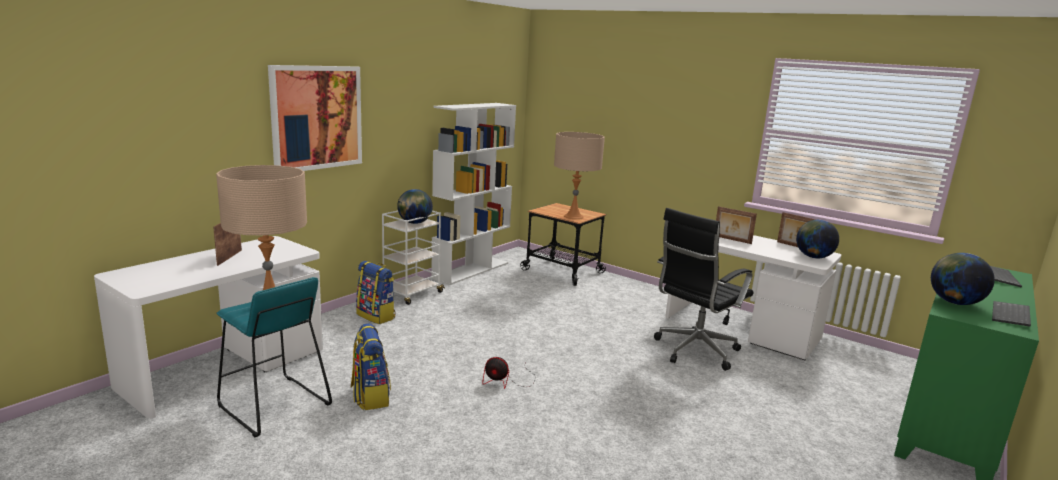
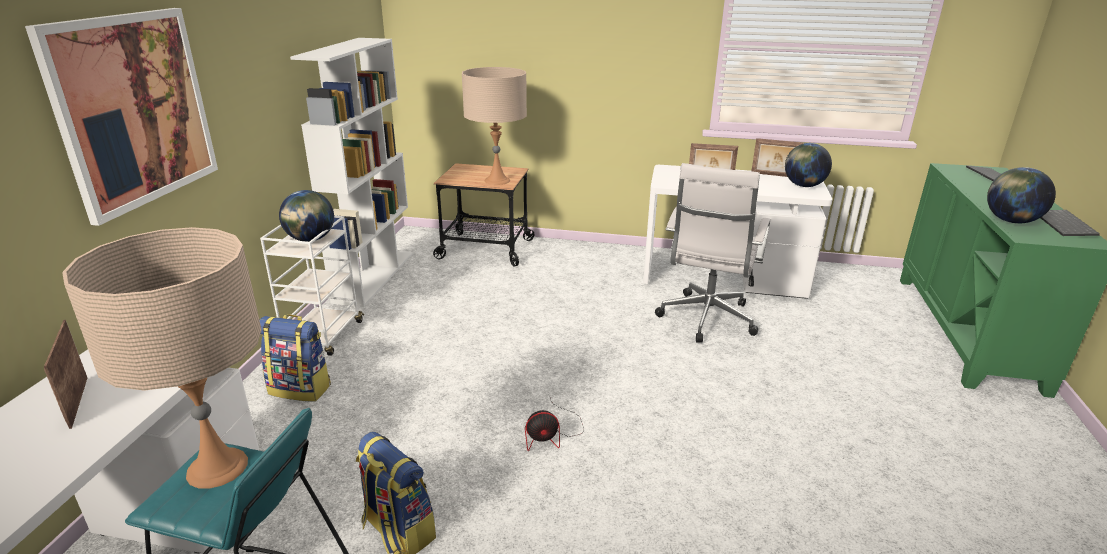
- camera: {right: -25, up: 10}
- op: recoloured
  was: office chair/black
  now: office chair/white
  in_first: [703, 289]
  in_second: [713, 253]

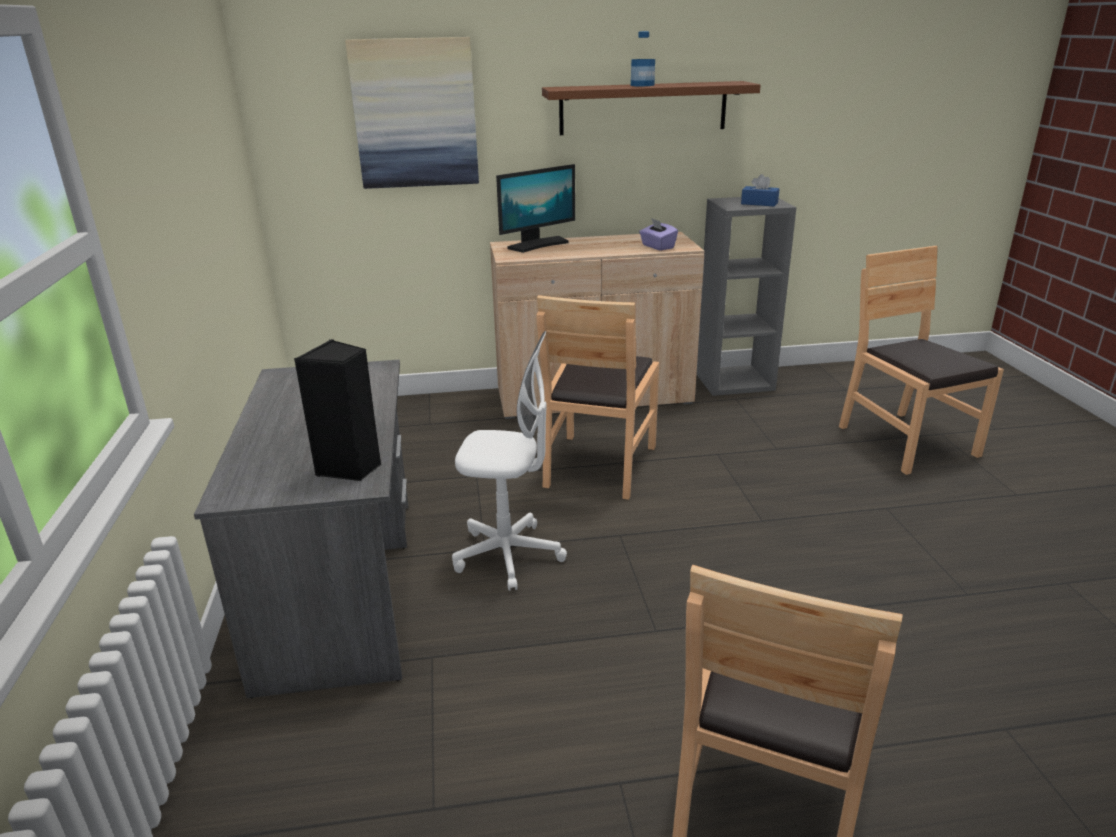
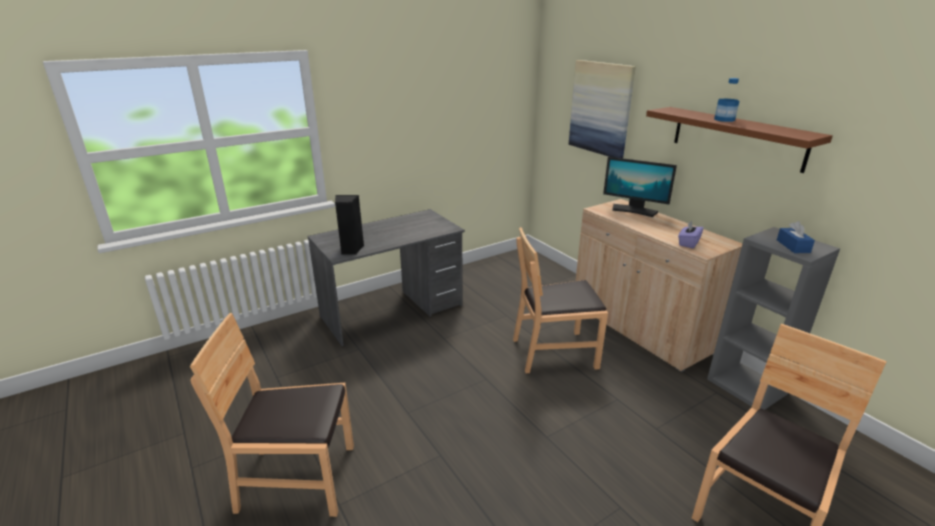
- camera: {right: 65, up: 0}
- op: removed
  was: office chair/white
  in_first: [509, 461]

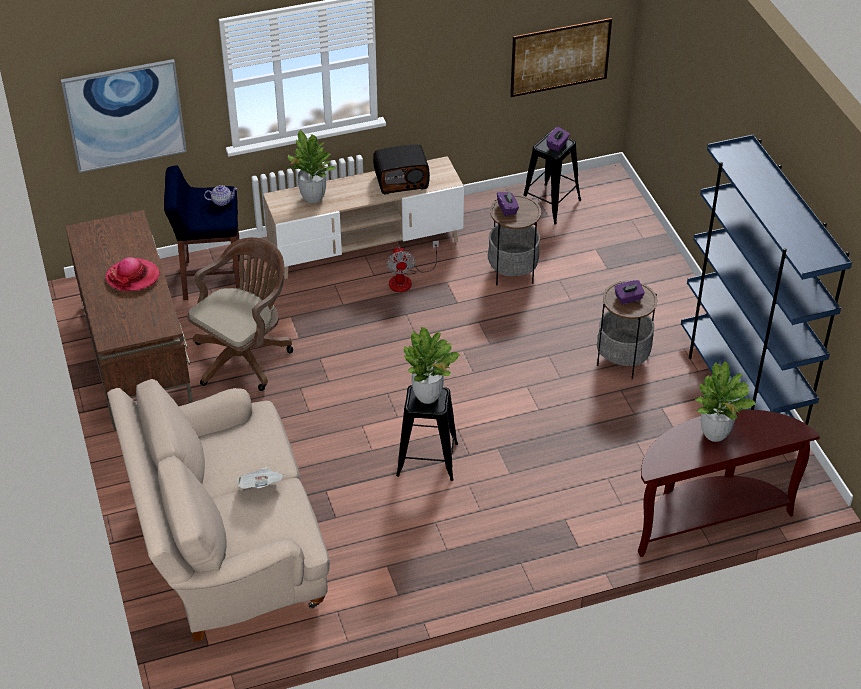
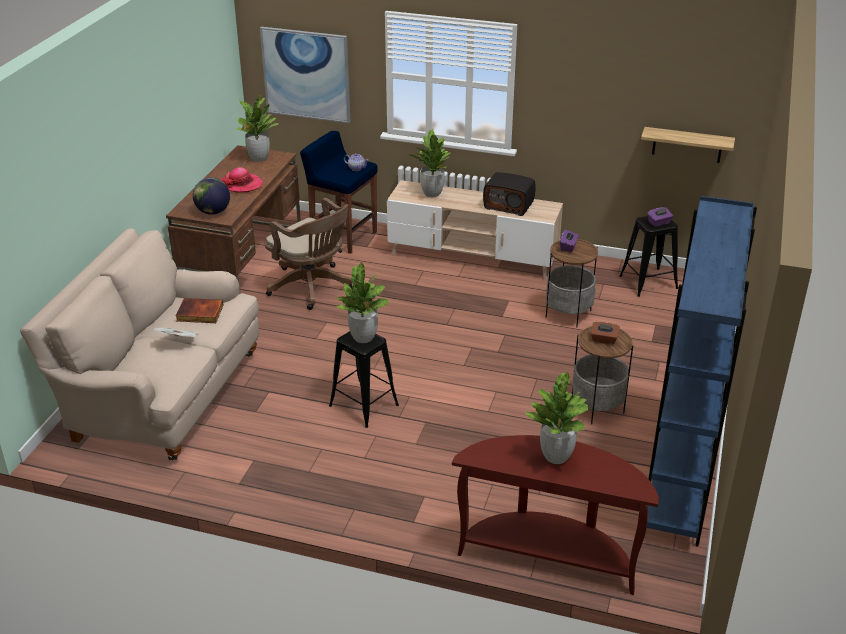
- camera: {right: 35, up: -10}
- op: added
  now: book
  in_second: [200, 310]
- op: added
  now: globe
  in_second: [211, 196]
- op: added
  now: potted plant
  in_second: [256, 128]
- op: turned
  was: office chair/brown
  in_first: [240, 314]
  in_second: [309, 254]
  clockwise: 60
- op: recoloured
  was: tissue box/purple
  now: tissue box/brown
  in_first: [629, 292]
  in_second: [605, 333]
- op: replaced
  was: picture
  now: shelf
  in_first: [561, 57]
  in_second: [688, 145]
- op: removed
  was: fan
  in_first: [412, 266]

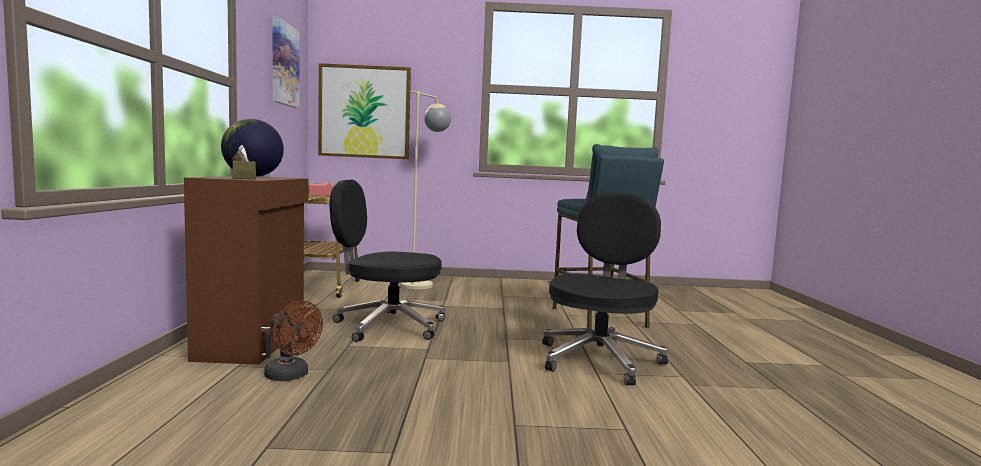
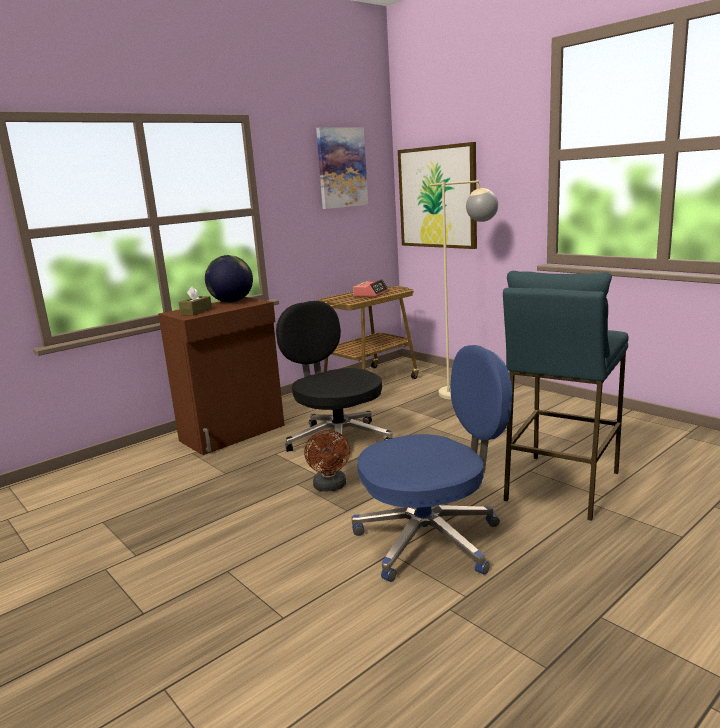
- camera: {right: 50, up: 10}
- op: moved
  was: fan/brown
  in_first: [293, 341]
  in_second: [327, 461]
- op: recoloured
  was: office chair/black
  now: office chair/blue
  in_first: [605, 288]
  in_second: [431, 463]

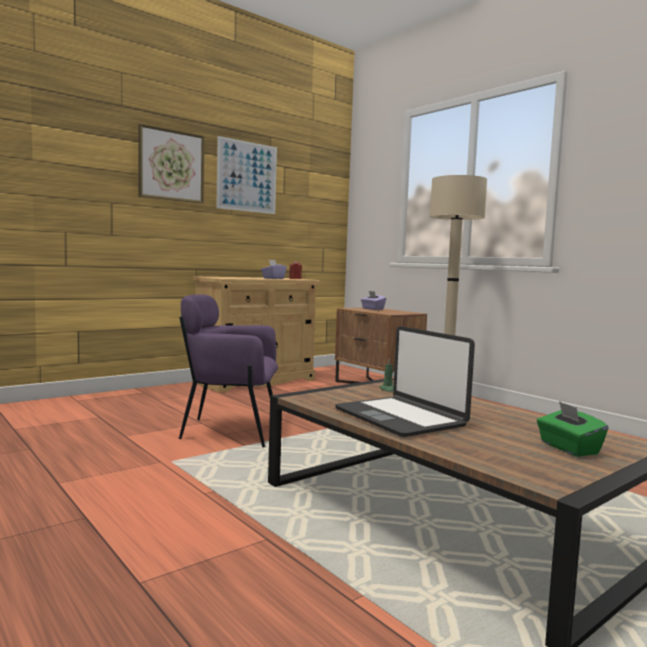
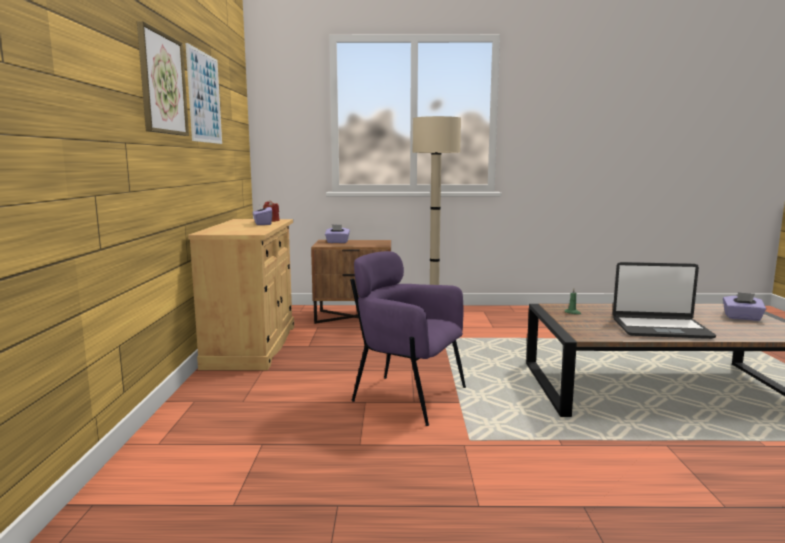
- camera: {right: -50, up: 5}
- op: turned
  was: armchair/purple
  in_first: [228, 370]
  in_second: [408, 338]
  clockwise: 75
- op: recoloured
  was: tissue box/green
  now: tissue box/purple
  in_first: [572, 429]
  in_second: [744, 306]

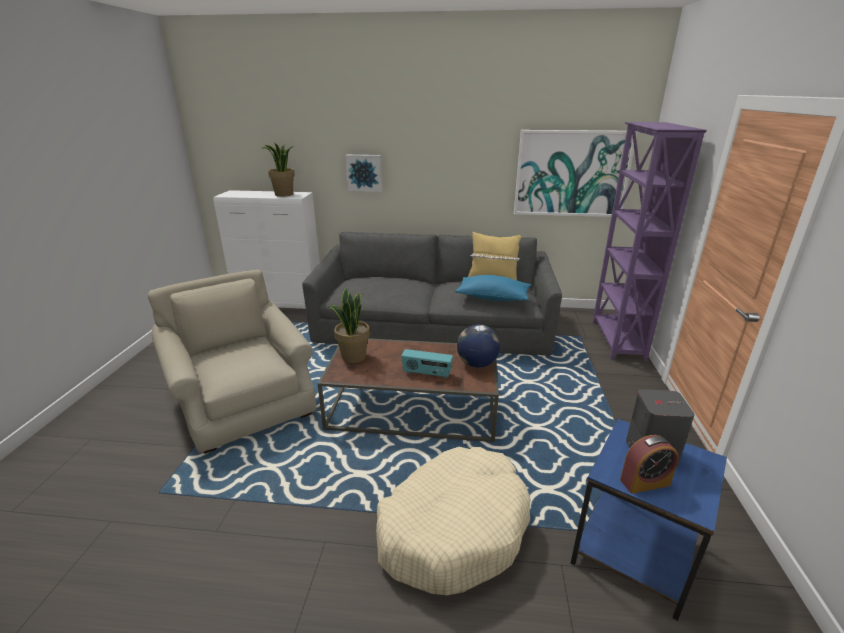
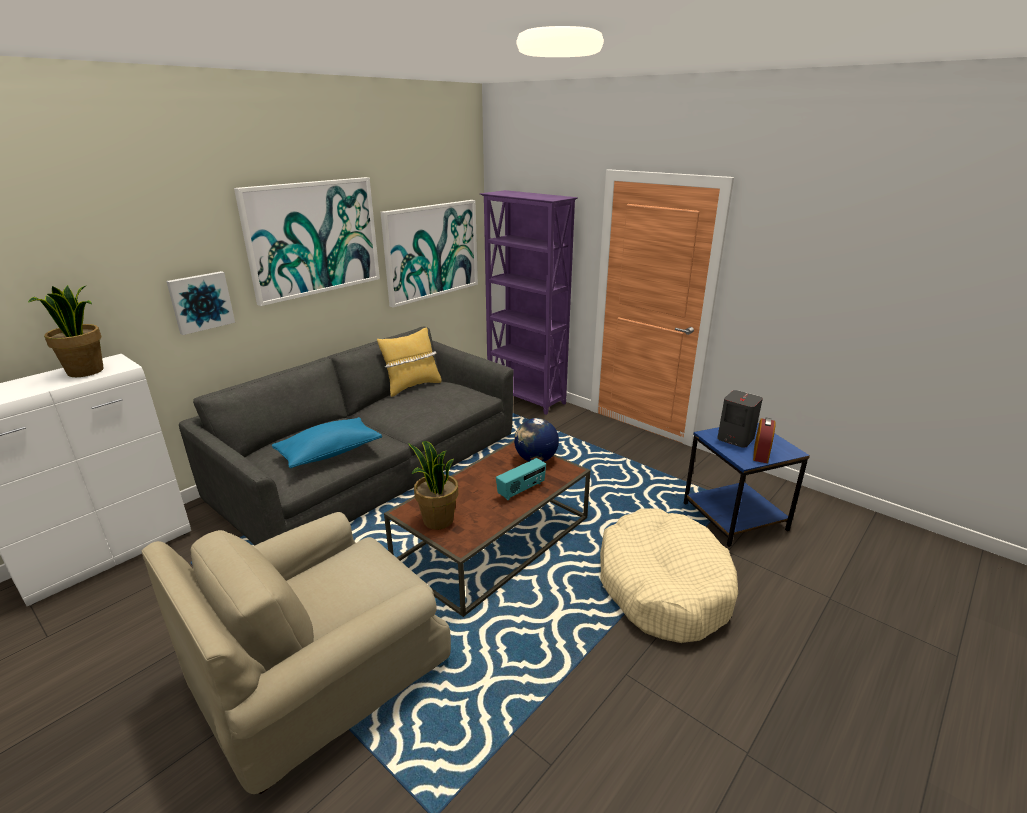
- camera: {right: -55, up: 0}
- op: turned
  was: armchair/beige
  in_first: [232, 362]
  in_second: [296, 653]
  clockwise: -45
- op: added
  now: picture
  in_second: [307, 241]
- op: moved
  was: pillow/blue
  in_first: [493, 288]
  in_second: [327, 442]

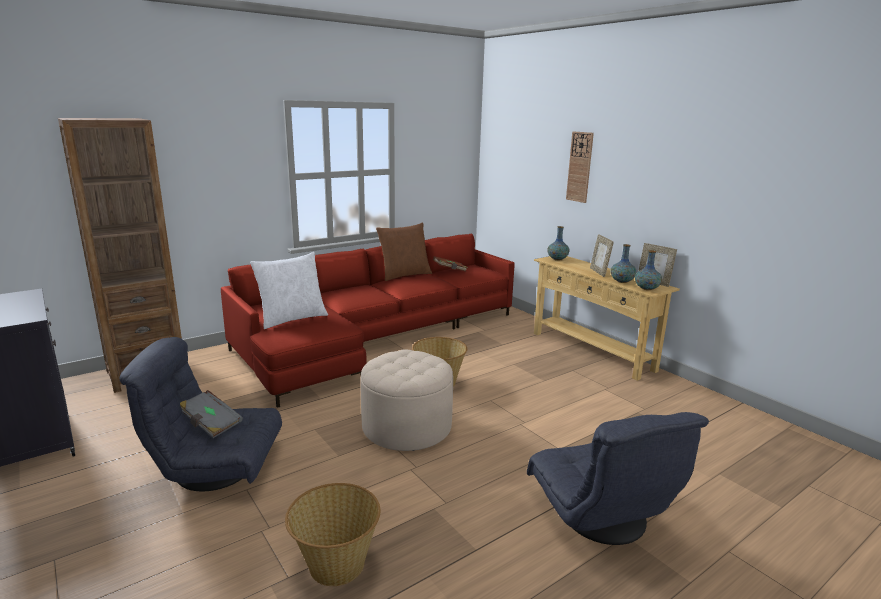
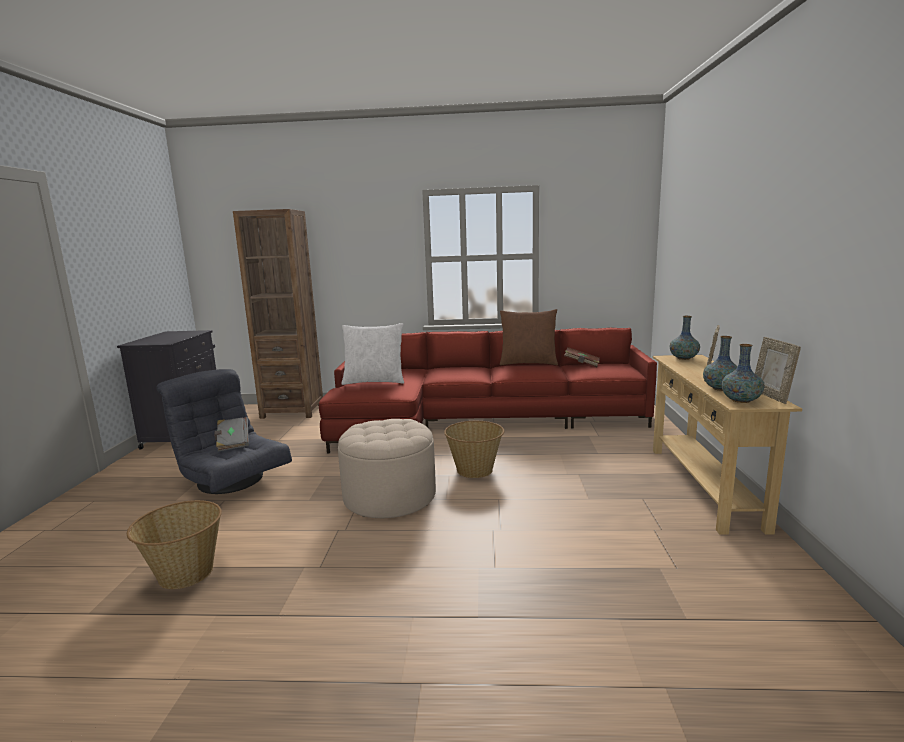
- camera: {right: 40, up: -5}
- op: removed
  was: armchair/grey
  in_first: [618, 478]
- op: removed
  was: wall clock
  in_first: [580, 167]

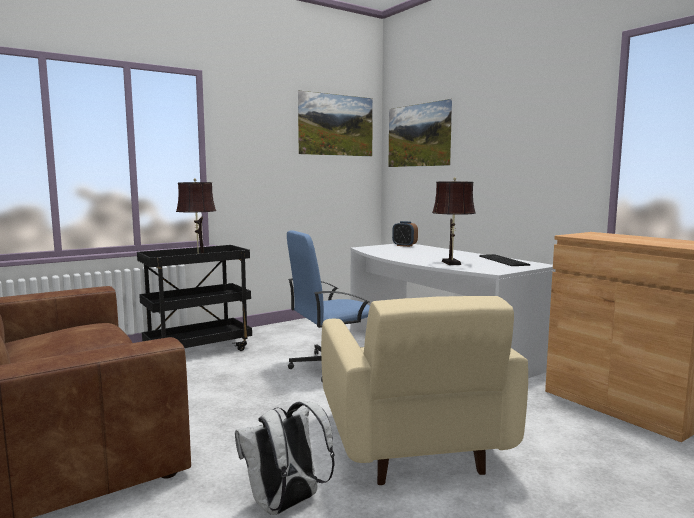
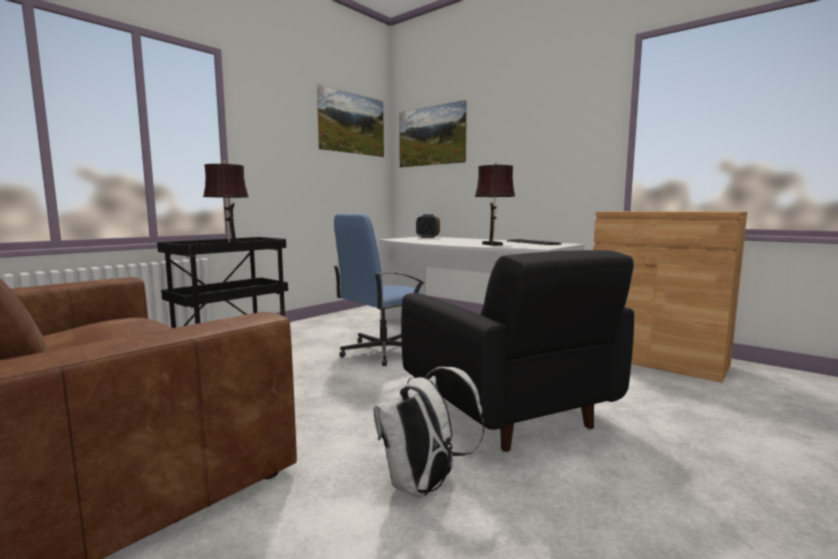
- camera: {right: -15, up: 0}
- op: recoloured
  was: armchair/beige
  now: armchair/black
  in_first: [424, 390]
  in_second: [517, 351]

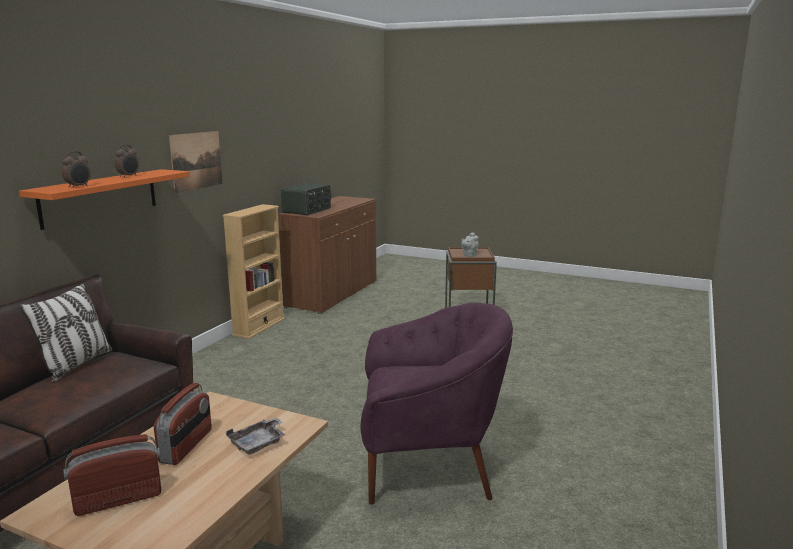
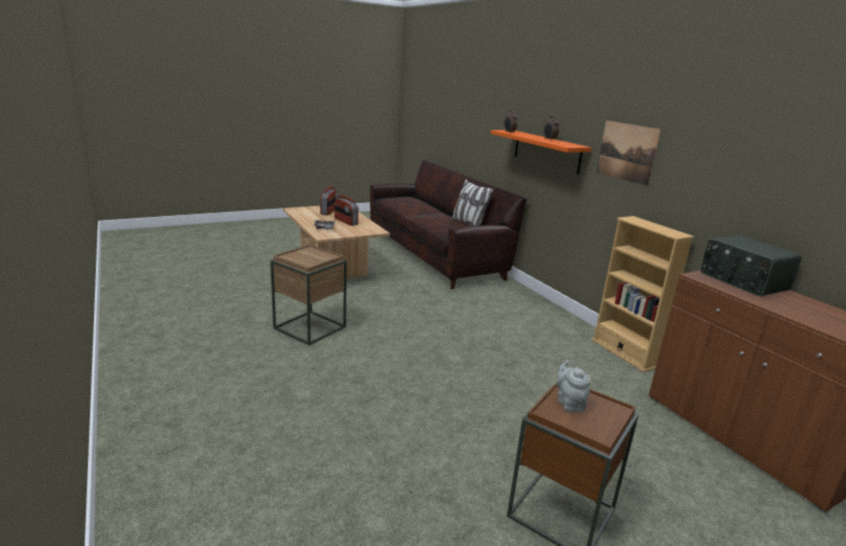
- camera: {right: 125, up: 5}
- op: replaced
  was: armchair/purple
  now: side table/brown
  in_first: [437, 404]
  in_second: [308, 295]

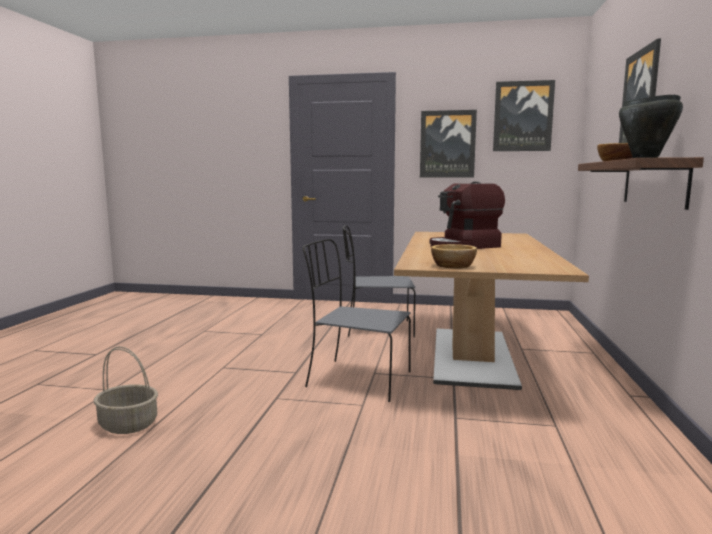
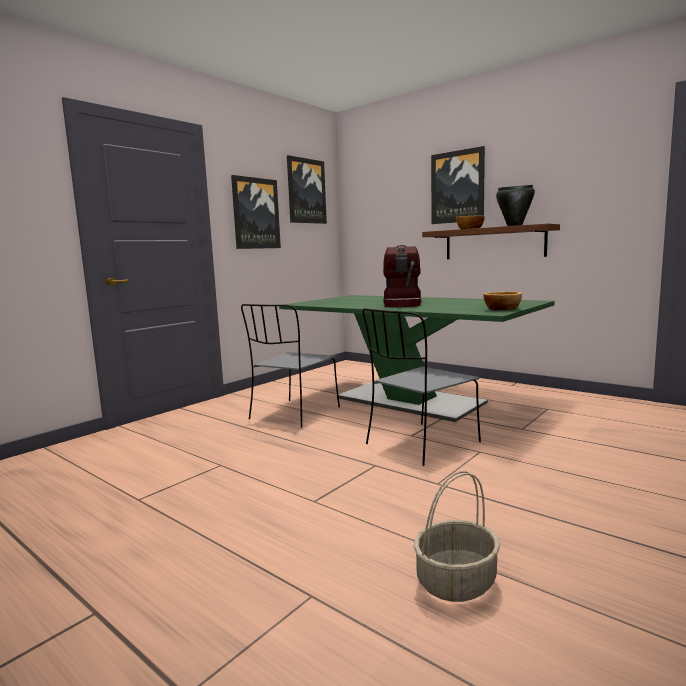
- camera: {right: -60, up: 0}
- op: recoloured
  was: dining table/beige
  now: dining table/green
  in_first: [491, 311]
  in_second: [416, 358]

